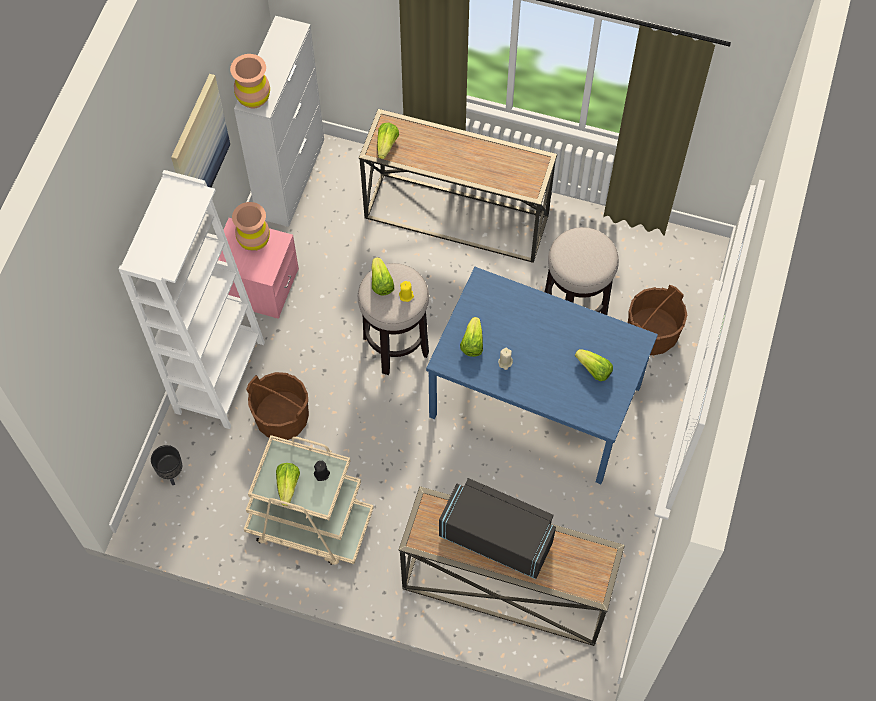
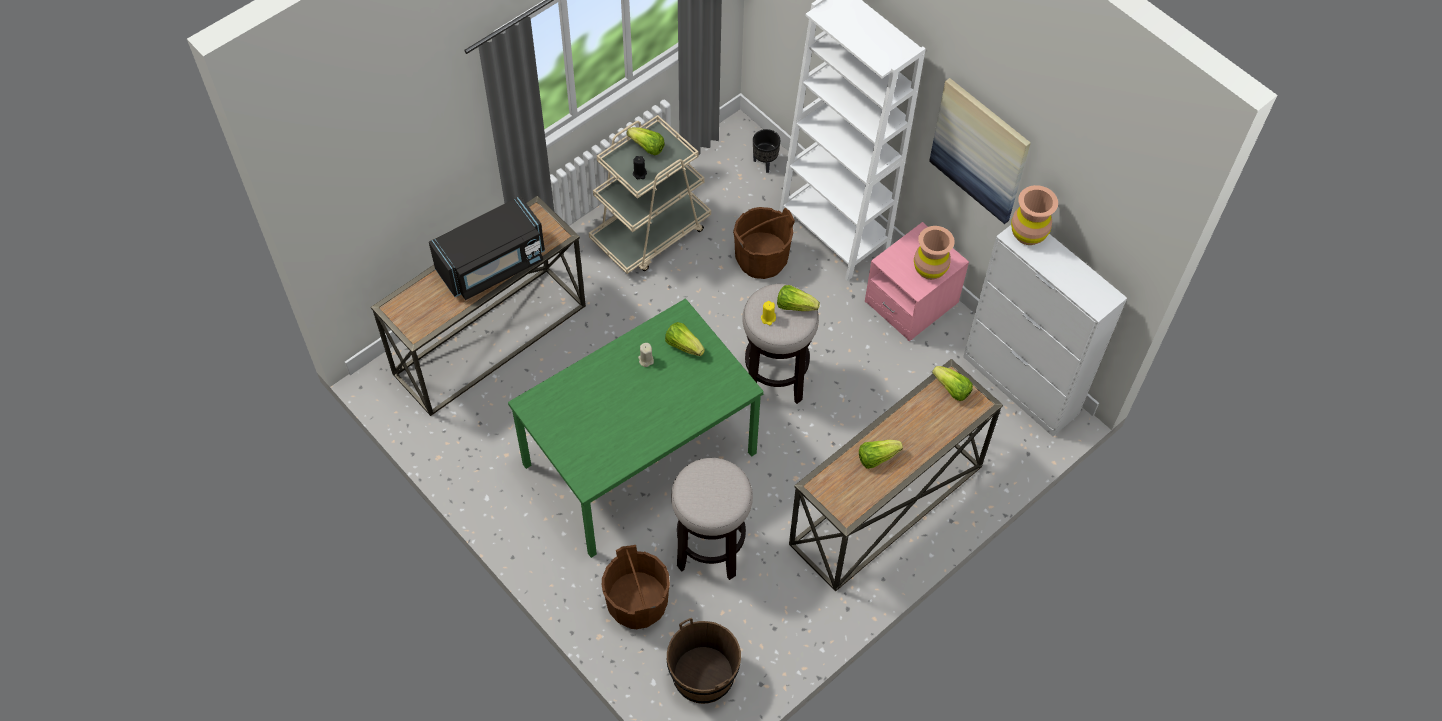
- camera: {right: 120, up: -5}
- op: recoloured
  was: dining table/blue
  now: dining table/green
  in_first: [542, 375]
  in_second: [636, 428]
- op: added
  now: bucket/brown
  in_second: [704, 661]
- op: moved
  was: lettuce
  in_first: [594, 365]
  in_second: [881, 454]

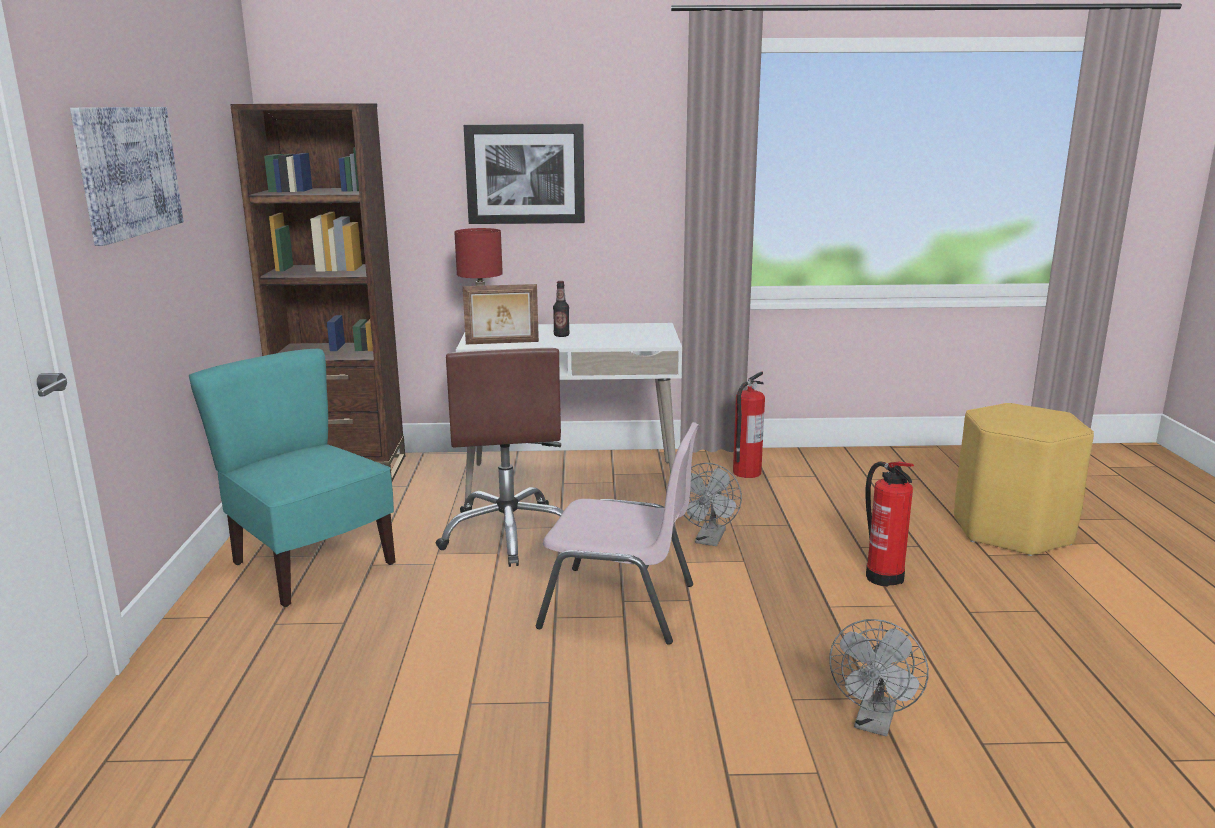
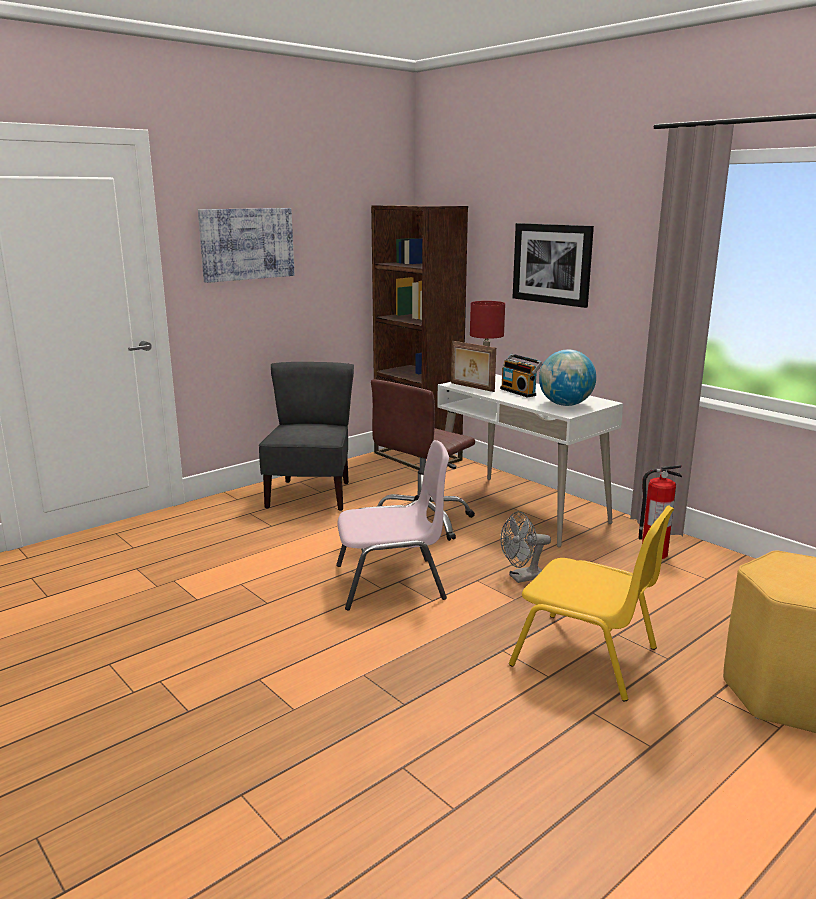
- camera: {right: 50, up: 0}
- op: recoloured
  was: chair/turquoise
  now: chair/grey
  in_first: [292, 478]
  in_second: [306, 436]
- op: turned
  was: chair/pink
  in_first: [617, 533]
  in_second: [392, 525]
  clockwise: -75
- op: replaced
  was: bottle
  now: radio
  in_first: [561, 309]
  in_second: [521, 376]
- op: replaced
  was: fire extinguisher
  now: chair/yellow
  in_first: [889, 524]
  in_second: [591, 603]
- op: added
  now: globe
  in_second: [567, 378]
- op: removed
  was: fan/grey
  in_first: [879, 677]

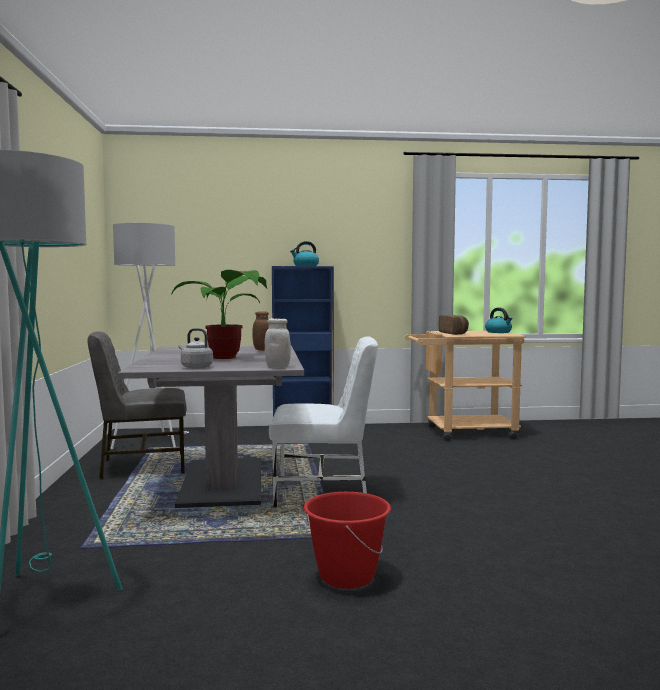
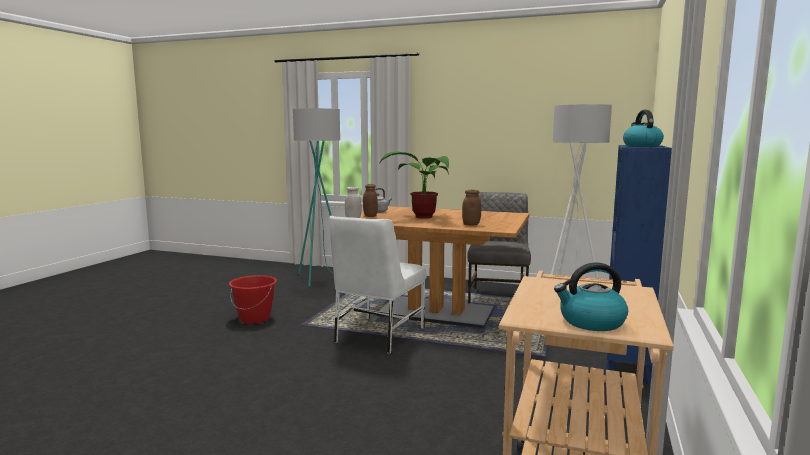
- camera: {right: 115, up: 5}
- op: recoloured
  was: dining table/grey
  now: dining table/brown
  in_first: [211, 427]
  in_second: [445, 267]
- op: added
  now: jar/brown
  in_second: [370, 200]
- op: removed
  was: bread
  in_first: [454, 325]

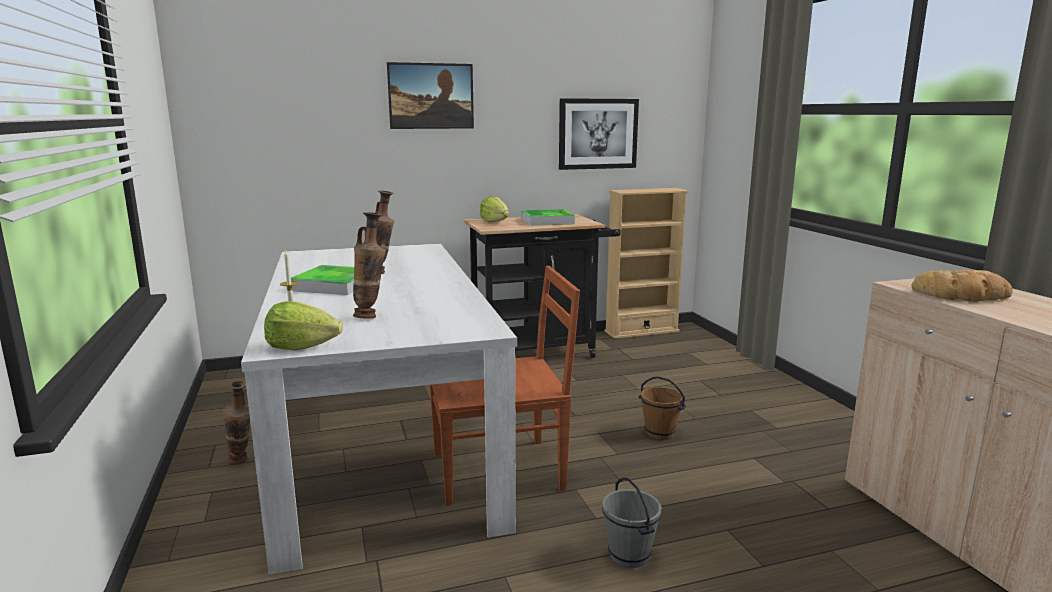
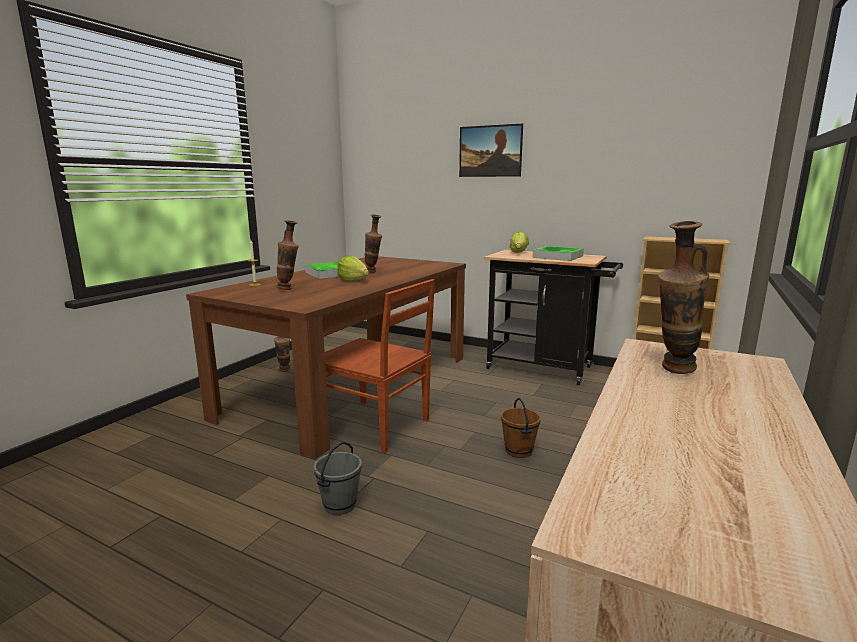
- camera: {right: 45, up: 0}
- op: recoloured
  was: dining table/white
  now: dining table/brown
  in_first: [379, 409]
  in_second: [326, 357]
- op: moved
  was: lettuce
  in_first: [303, 326]
  in_second: [353, 268]
- op: replaced
  was: bread
  now: vase
  in_first: [962, 286]
  in_second: [683, 297]
- op: removed
  was: picture
  in_first: [599, 134]

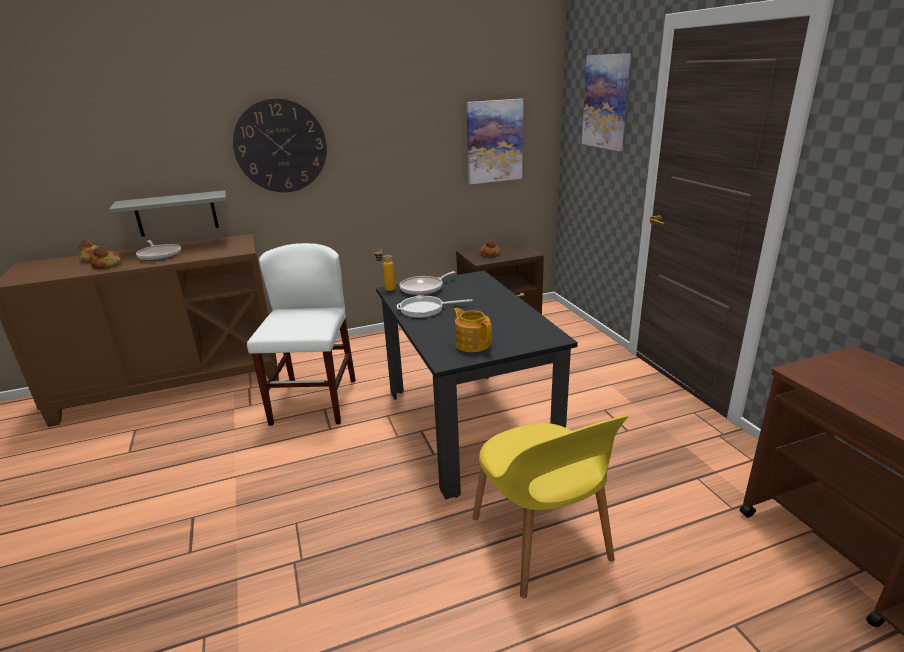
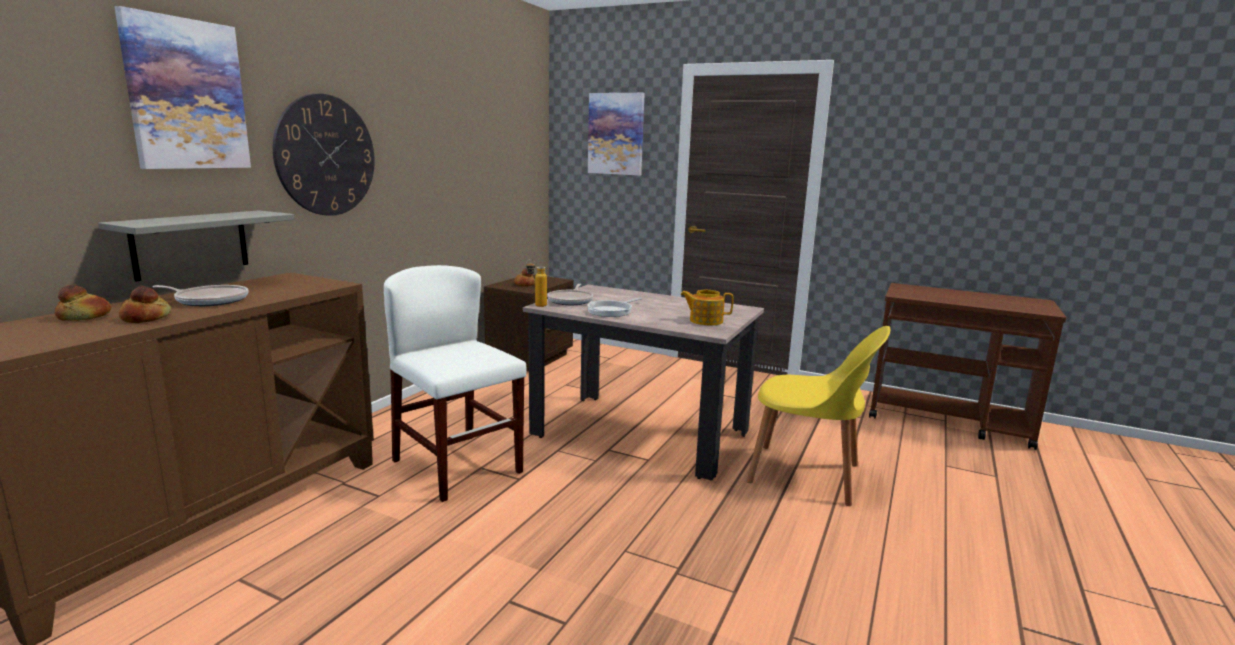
- camera: {right: -45, up: -10}
- op: moved
  was: picture
  in_first: [495, 141]
  in_second: [182, 87]
- op: recoloured
  was: dining table/black
  now: dining table/beige
  in_first: [477, 385]
  in_second: [643, 382]

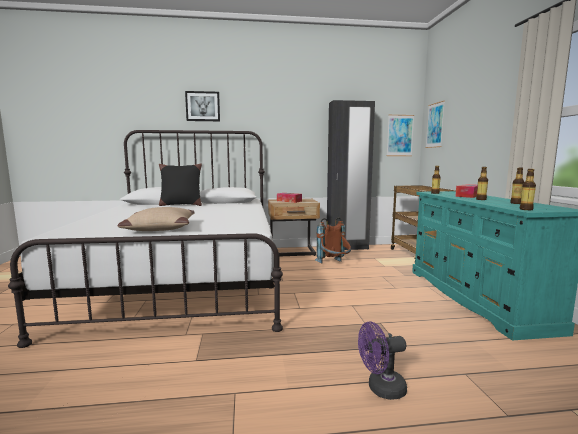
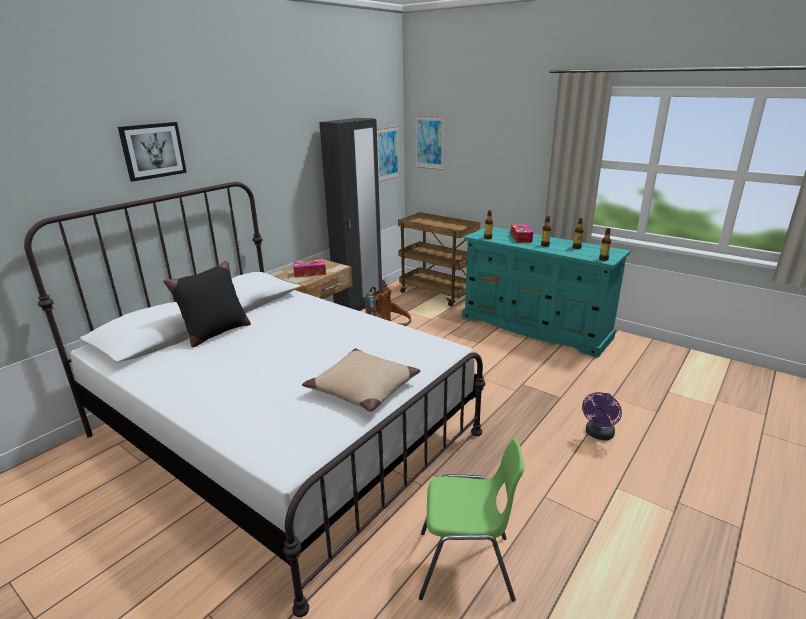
- camera: {right: -45, up: 15}
- op: added
  now: chair/green
  in_second: [471, 520]

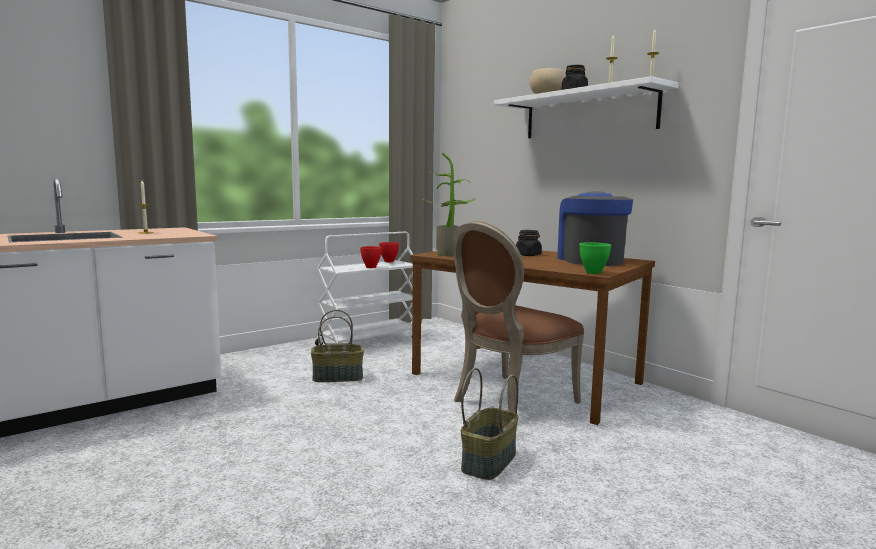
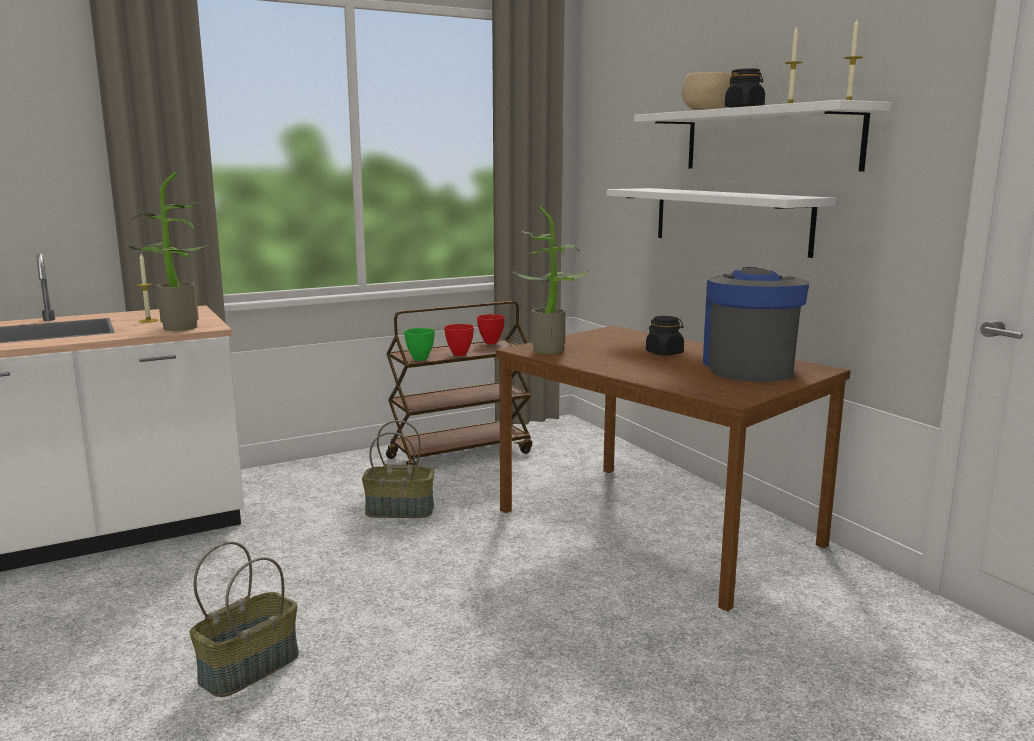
- camera: {right: 10, up: 5}
- op: added
  now: potted plant
  in_second: [170, 251]
- op: moved
  was: basket
  in_first: [489, 424]
  in_second: [244, 619]
- op: recoloured
  was: cart/white
  now: cart/brown
  in_first: [364, 289]
  in_second: [459, 383]
- op: moved
  was: bowl/green
  in_first: [595, 258]
  in_second: [419, 344]
- op: added
  now: shelf/white
  in_second: [721, 223]
- op: removed
  was: chair/brown
  in_first: [518, 316]

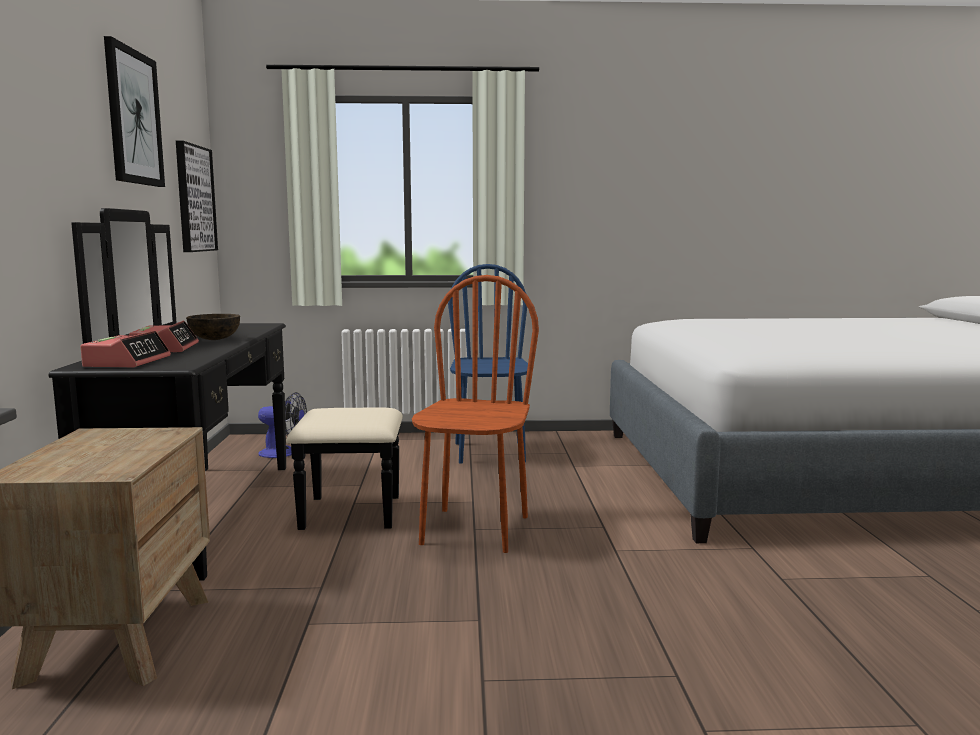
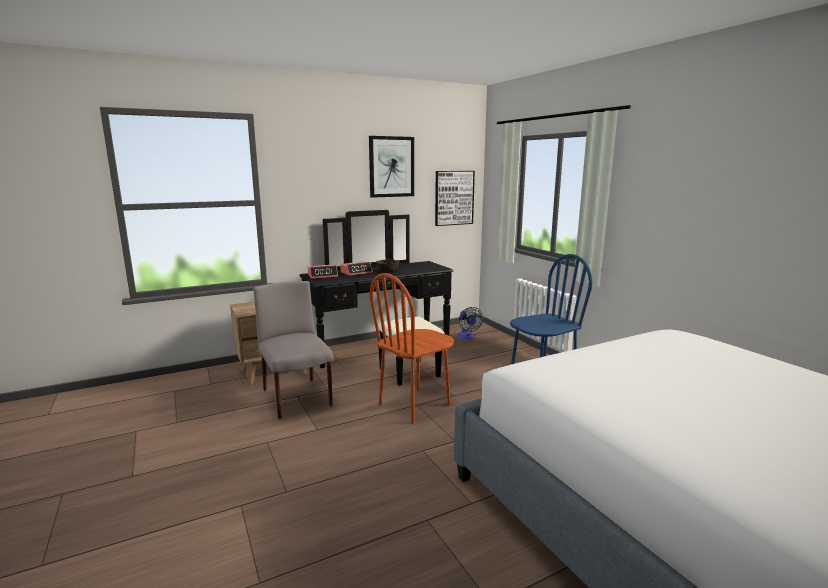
- camera: {right: 65, up: 5}
- op: added
  now: chair/grey
  in_second: [293, 350]
- op: turned
  was: chair/brown
  in_first: [475, 414]
  in_second: [412, 348]
  clockwise: 150

